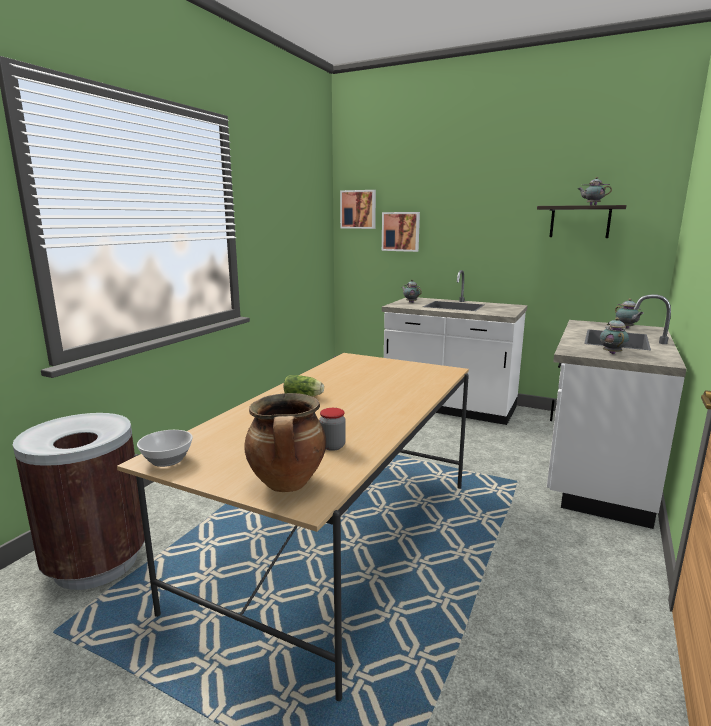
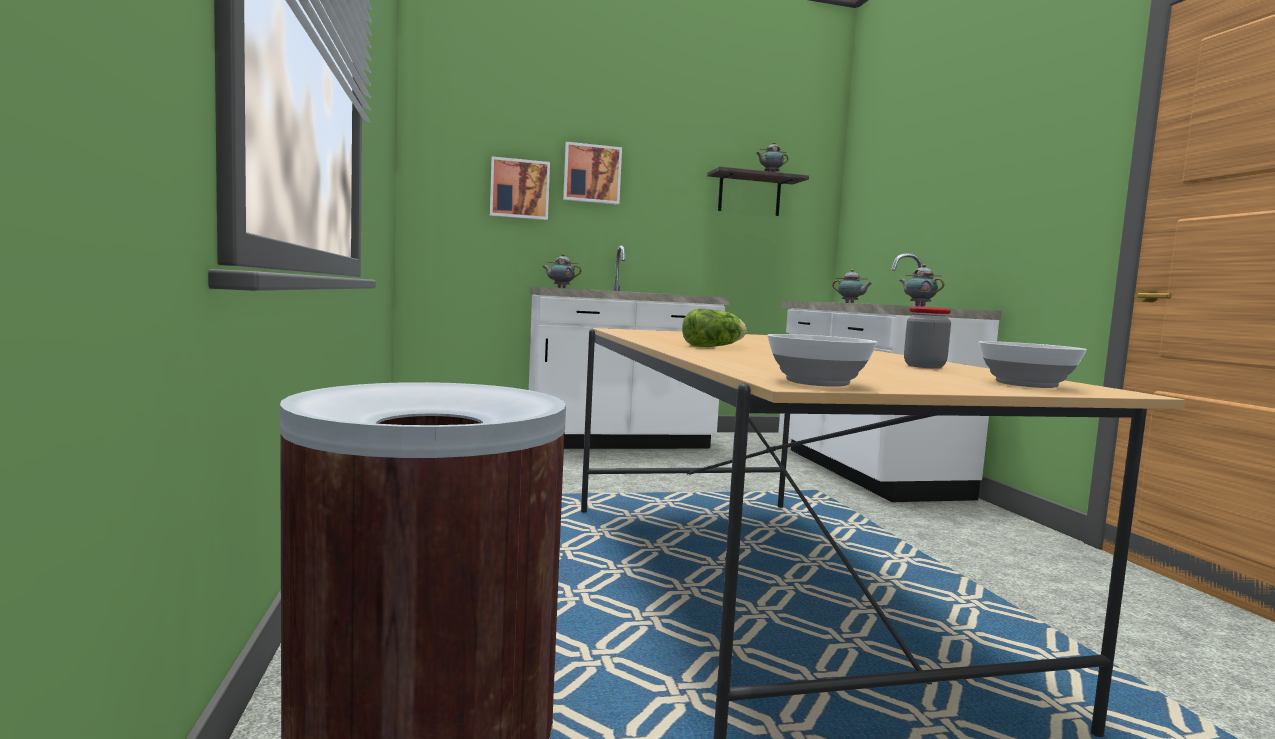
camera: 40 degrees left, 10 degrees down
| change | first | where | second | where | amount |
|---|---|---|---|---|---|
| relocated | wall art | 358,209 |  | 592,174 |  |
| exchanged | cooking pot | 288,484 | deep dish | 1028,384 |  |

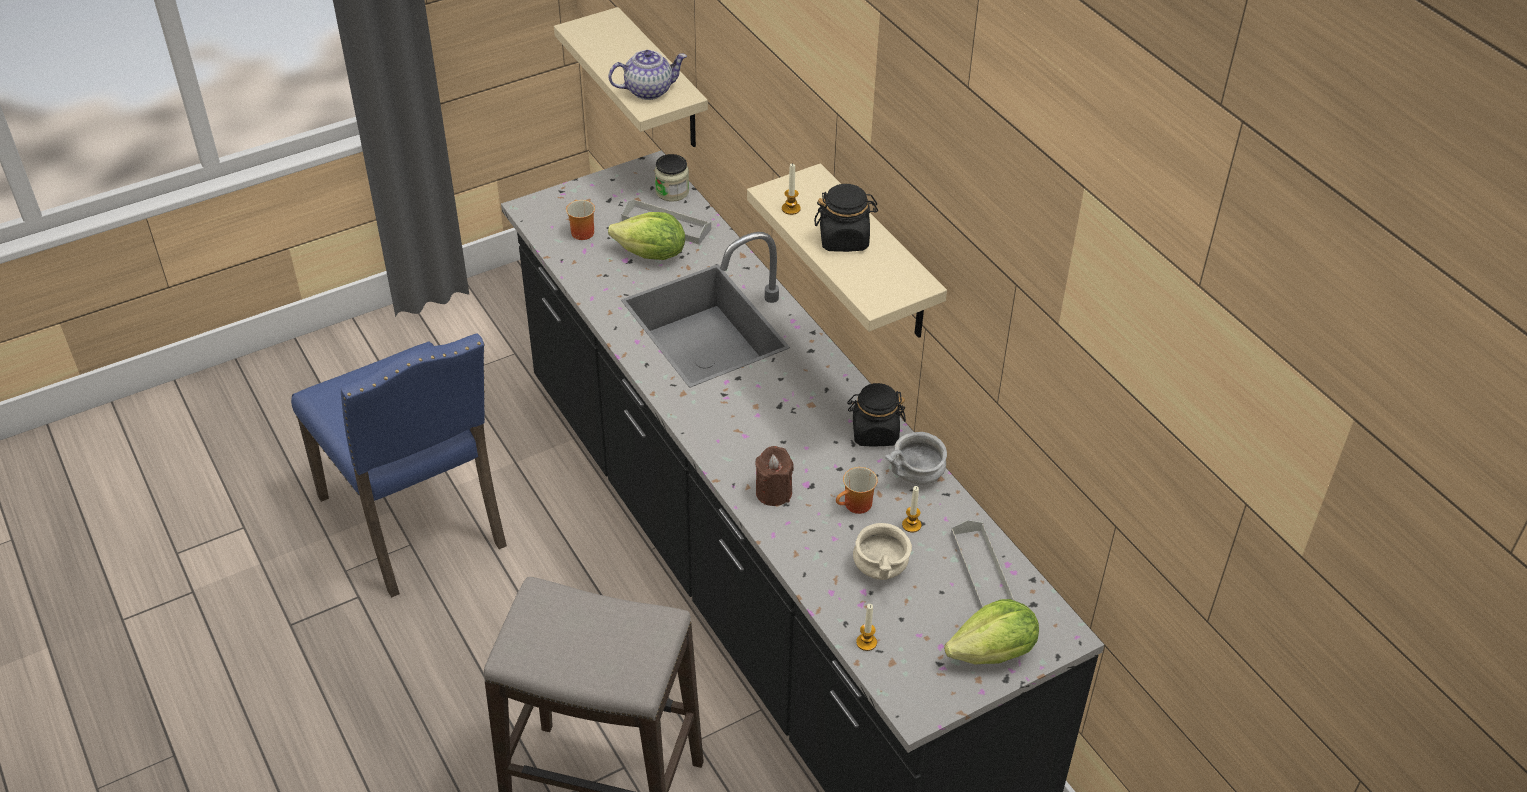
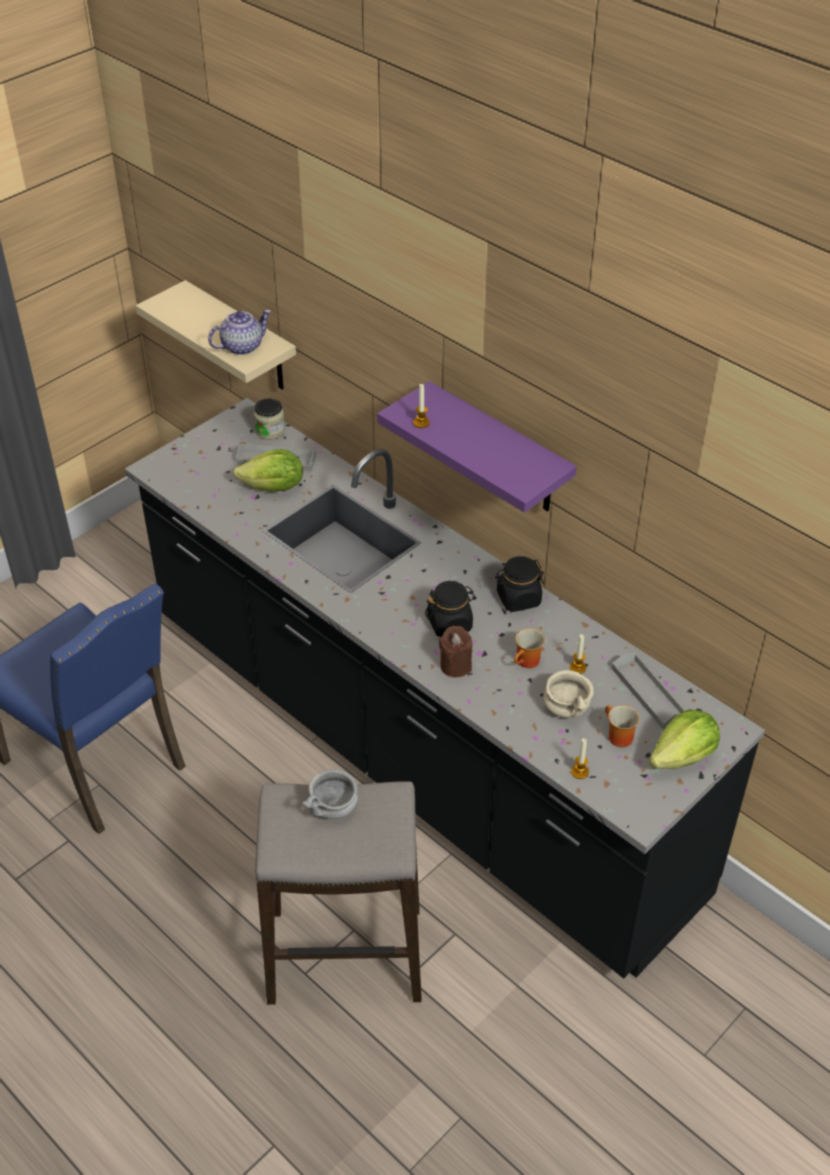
camera: 15 degrees left, 0 degrees up
| change | first | where | second | where | amount |
|---|---|---|---|---|---|
| relocated | deep dish in grey | 916,475 |  | 333,808 |  |
| colour | wall shelf in sand-coloured | 878,257 | wall shelf in purple-coloured | 498,450 |  |
| relocated | jar in black | 844,239 |  | 450,623 |  |
| relocated | mug | 580,231 |  | 617,736 |  |

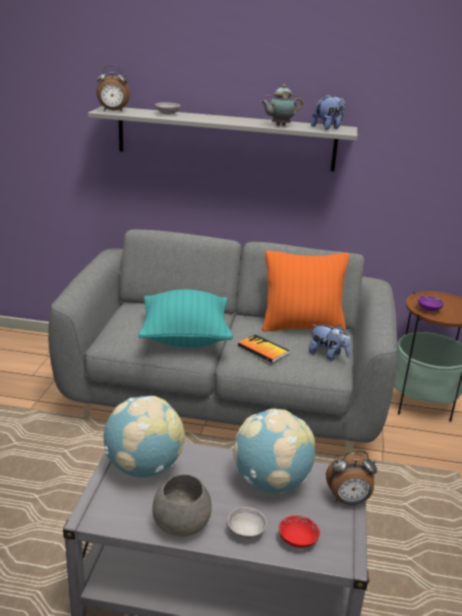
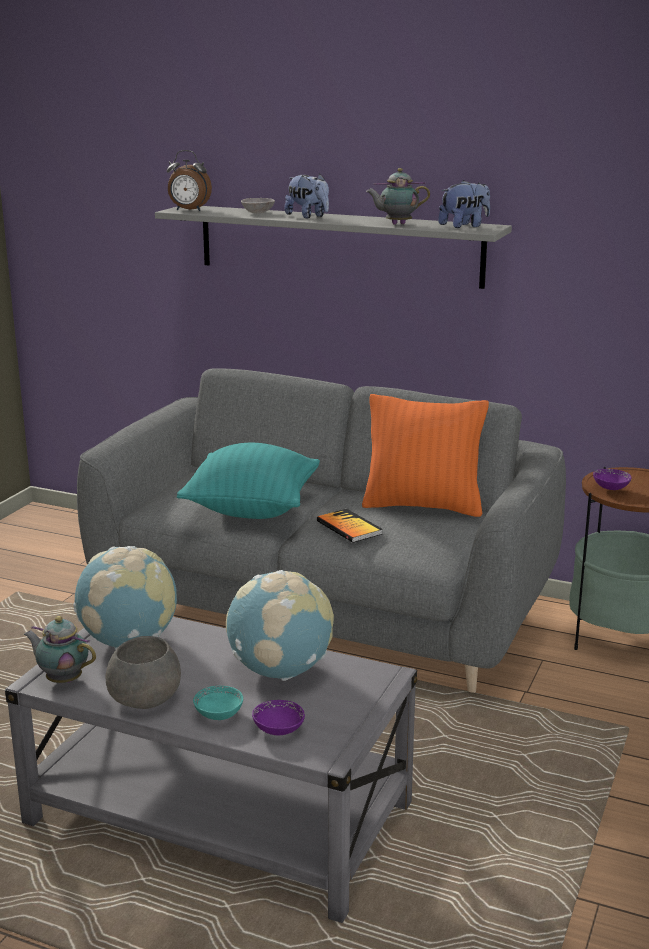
camera: 15 degrees right, 5 degrees down
| change | first | where | second | where | amount |
|---|---|---|---|---|---|
| appeared |  |  | tea pot | 62,679 |  |
| colour | deep dish in grey | 246,531 | deep dish in turquoise | 219,714 |  |
| colour | deep dish in red | 297,540 | deep dish in purple-coloured | 278,729 |  |
| relocated | plush toy | 328,355 |  | 308,216 |  |
| missing | table clock | 348,500 |  |  |  |

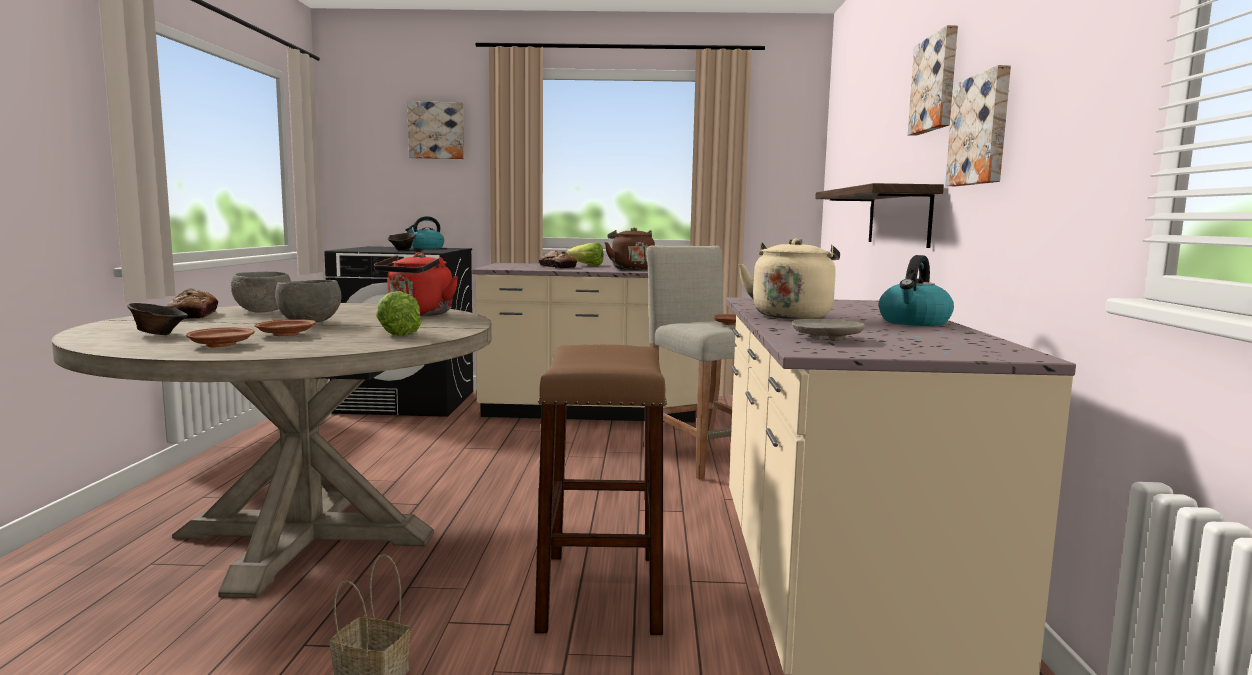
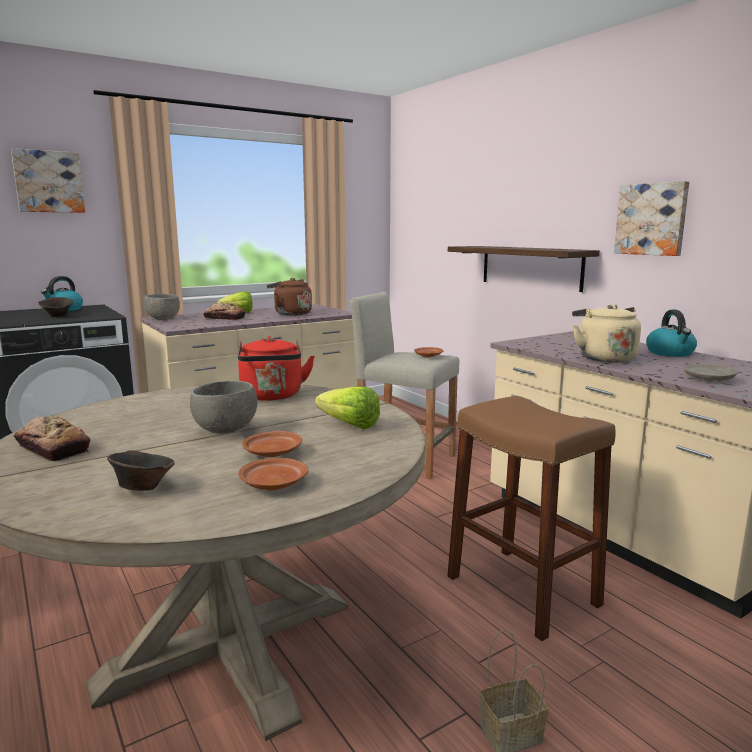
camera: 35 degrees left, 5 degrees up
| change | first | where | second | where | amount |
|---|---|---|---|---|---|
| relocated | deep dish in grey | 262,311 |  | 162,319 |  |
| missing | wall art | 936,84 |  |  |  |

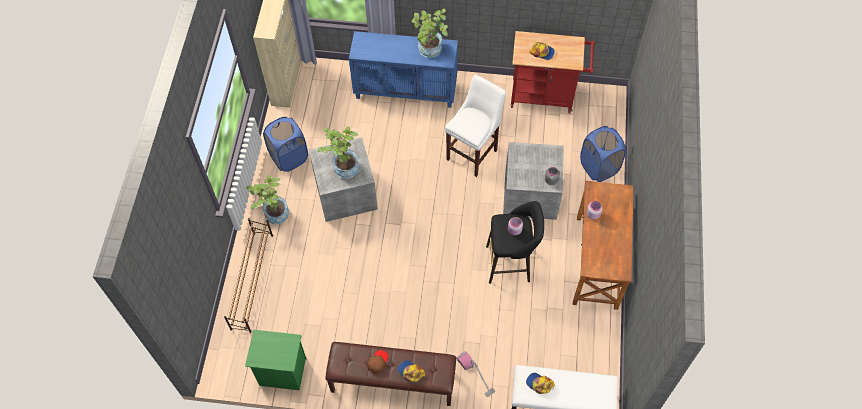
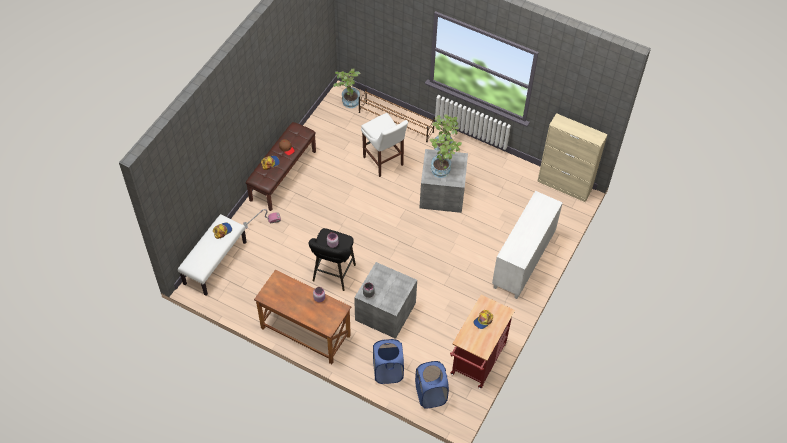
camera: 110 degrees right, 5 degrees down
| change | first | where | second | where | amount |
|---|---|---|---|---|---|
| relocated | plant in a pot | 429,52 |  | 348,100 |  |
| relocated | stool seat in white-coloured | 473,153 |  | 384,162 |  |
| relocated | washing basket in bluish | 289,157 |  | 430,394 |  |
| colour | cabinet in bluish | 406,91 | cabinet in white-coloured | 523,262 |  |
| missing | bedside table in greenish | 282,373 |  |  |  |

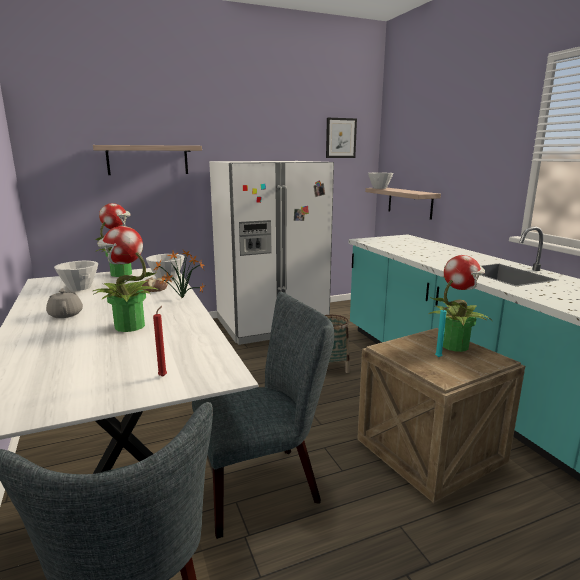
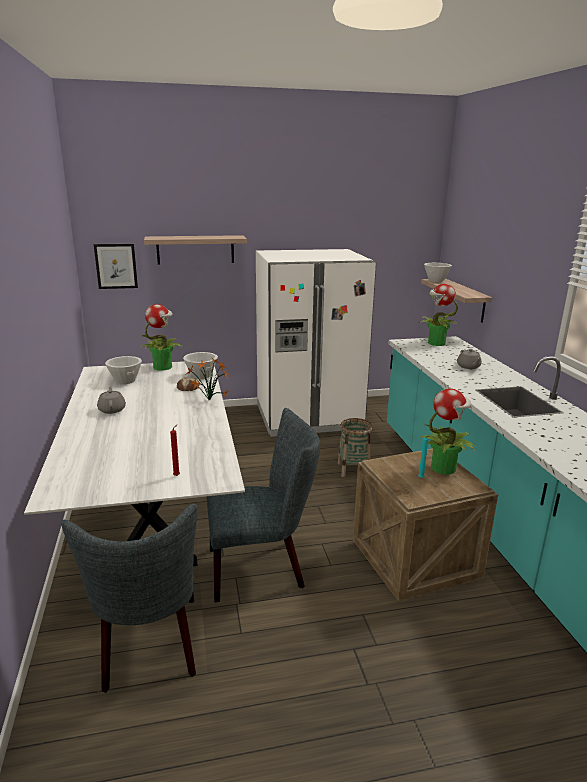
camera: 10 degrees right, 5 degrees up
| change | first | where | second | where | amount |
|---|---|---|---|---|---|
| relocated | wall art | 341,138 |  | 116,266 |  |
| relocated | plant in a pot | 128,326 |  | 435,343 |  |
| appeared |  |  | tea pot in grey | 468,367 |  |

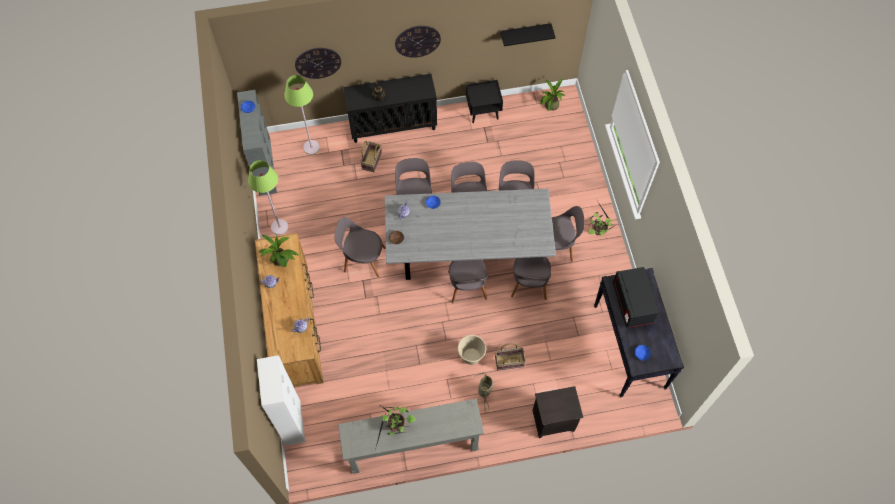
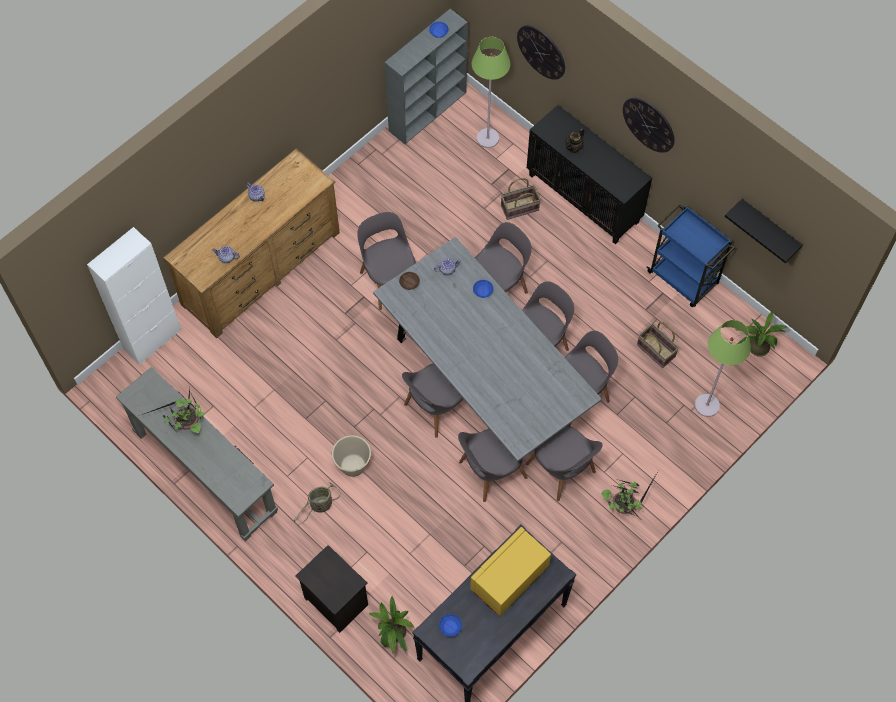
camera: 55 degrees right, 0 degrees up
| change | first | where | second | where | amount |
|---|---|---|---|---|---|
| relocated | plant in a pot | 282,261 |  | 393,634 |  |
| colour | microwave in black | 632,303 | microwave in yellow-coloured | 509,578 |  |
| relocated | storage basket | 509,361 |  | 656,350 |  |
| exchanged | bedside table in black | 483,112 | trolley in bluish | 684,279 |  |
| relocated | standing lamp in greenish | 279,227 |  | 707,405 |  |

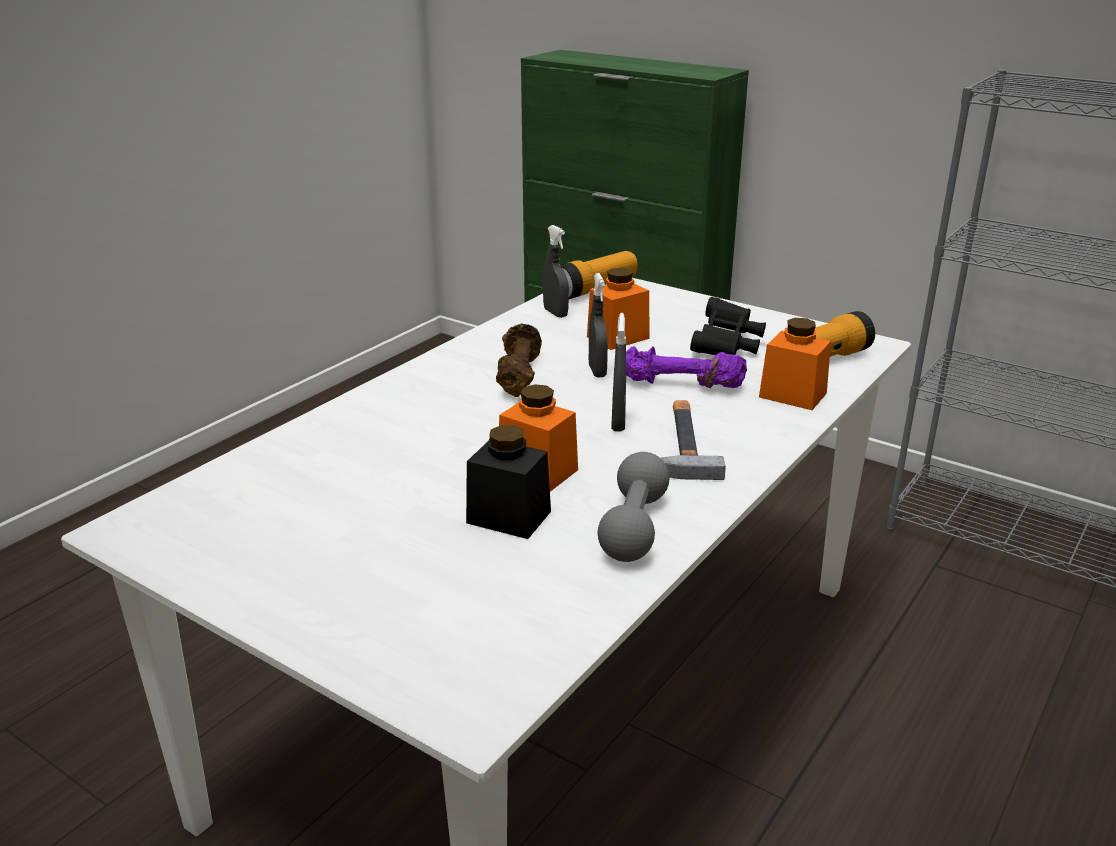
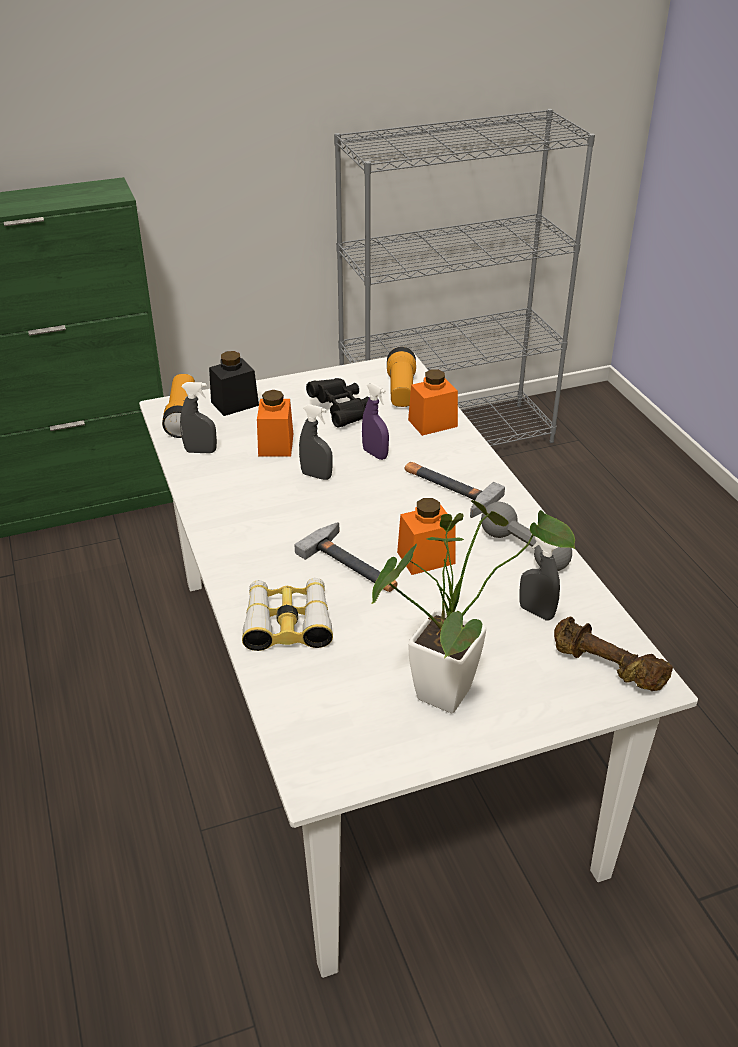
camera: 55 degrees left, 10 degrees up
| change | first | where | second | where | amount |
|---|---|---|---|---|---|
| relocated | jar in black | 509,517 |  | 235,403 |  |
| appeared |  |  | binoculars | 288,622 |  |
| appeared |  |  | hammer | 353,564 |  |
| exchanged | hand weight in purple-coloured | 681,385 | spray bottle in purple-coloured | 375,454 |  |
| appeared |  |  | plant in a pot | 450,686 |  |
| relocated | spray bottle in grey | 618,423 |  | 536,612 |  |
| relocated | hand weight in brown-coloured | 518,375 |  | 605,668 |  |

